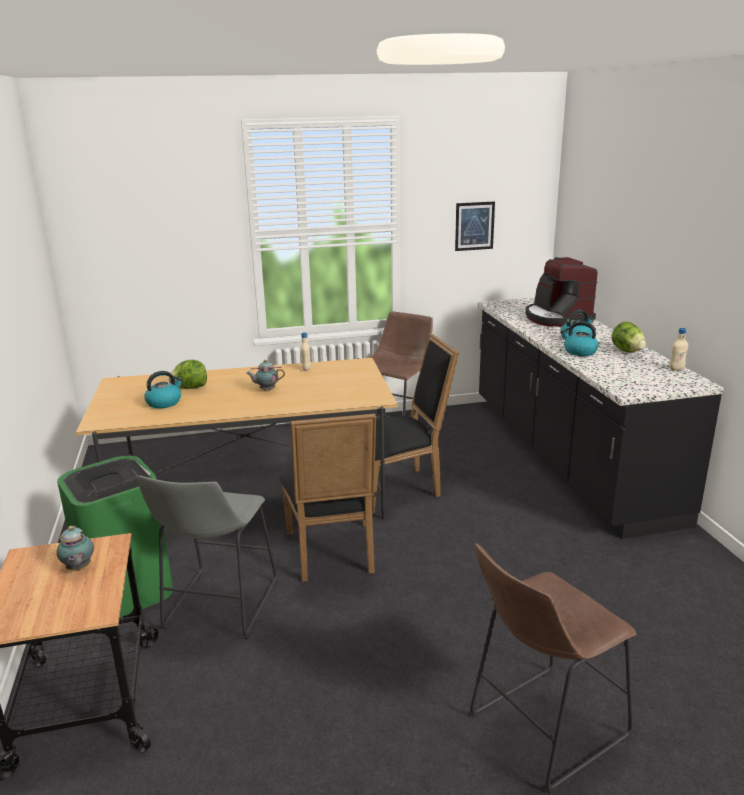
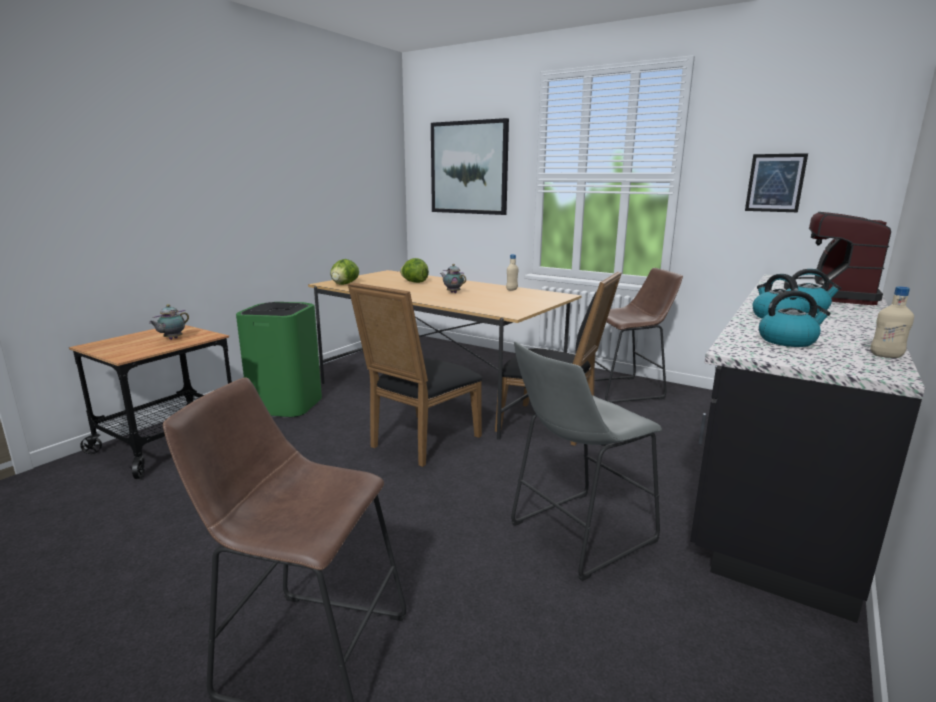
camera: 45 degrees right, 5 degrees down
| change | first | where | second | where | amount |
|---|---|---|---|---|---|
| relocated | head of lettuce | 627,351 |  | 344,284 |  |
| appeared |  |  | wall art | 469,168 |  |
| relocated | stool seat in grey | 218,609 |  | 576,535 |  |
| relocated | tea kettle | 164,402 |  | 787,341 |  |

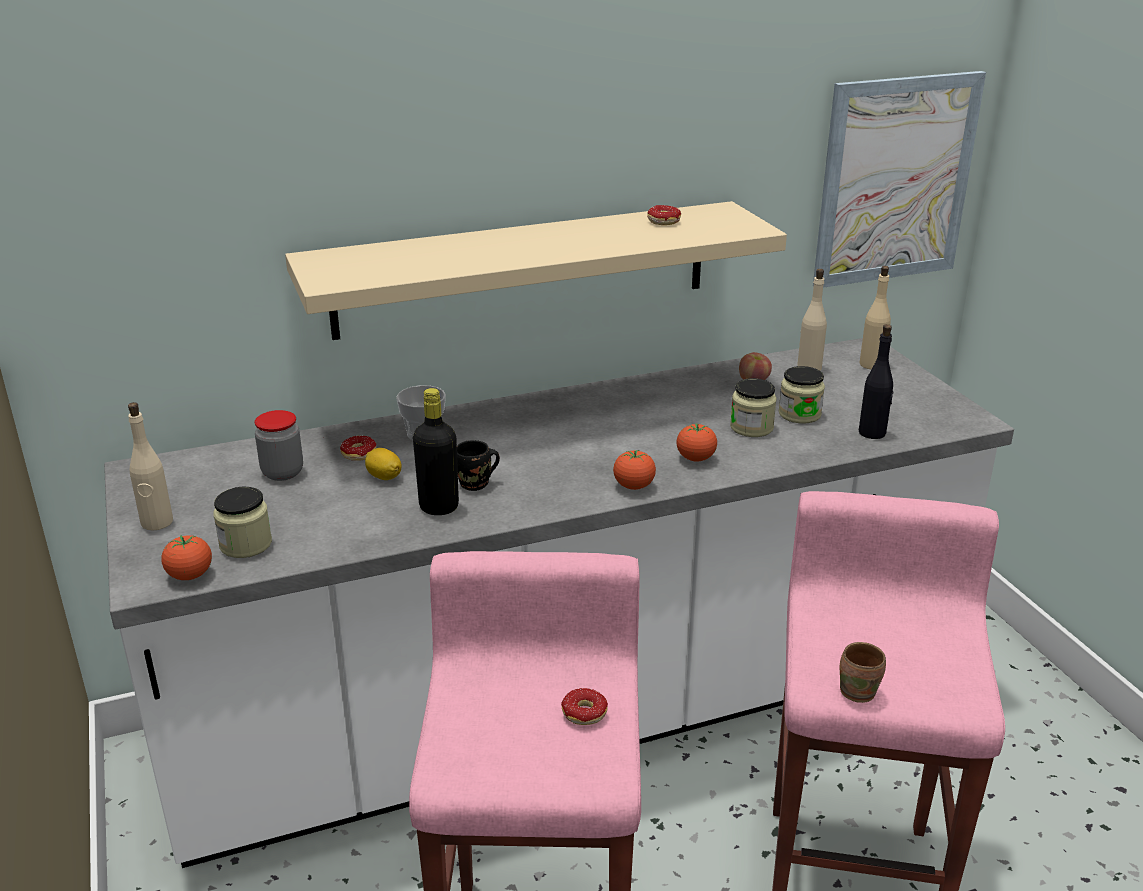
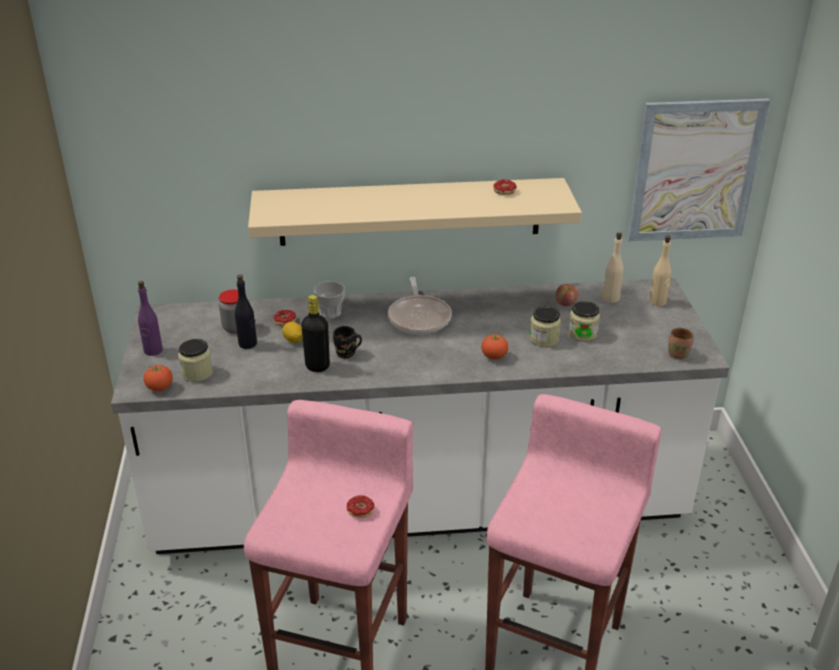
camera: 15 degrees right, 5 degrees up
| change | first | where | second | where | amount |
|---|---|---|---|---|---|
| colour | beverage bottle in sand-coloured | 157,522 | beverage bottle in purple-coloured | 153,351 |  |
| relocated | beverage bottle in black | 872,433 |  | 248,344 |  |
| appeared |  |  | frying pan | 419,317 |  |
| relocated | mug in brown-coloured | 859,691 |  | 679,354 |  |
| missing | whole tomato | 634,486 |  |  |  |

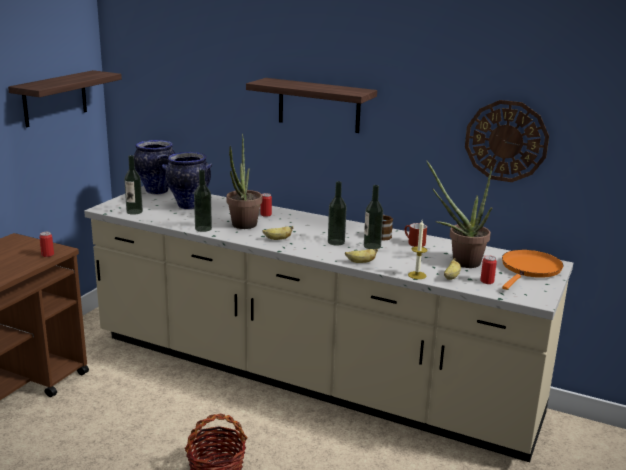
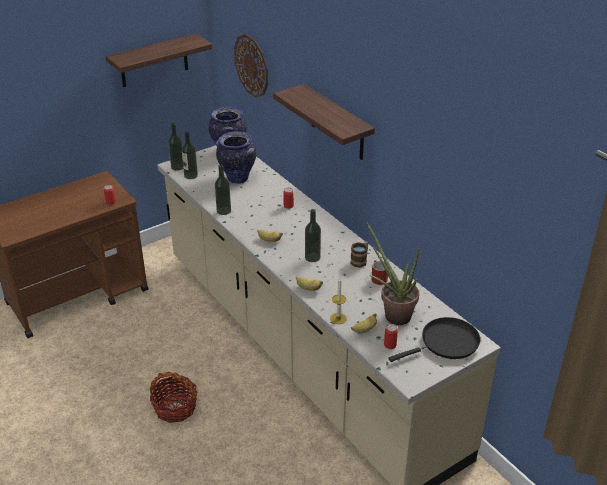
camera: 30 degrees right, 15 degrees up
| change | first | where | second | where | amount |
|---|---|---|---|---|---|
| relocated | beverage bottle | 372,246 |  | 177,167 |  |
| relocated | hanging clock | 506,141 |  | 251,65 |  |
| colour | frying pan in orange-coloured | 530,269 | frying pan in black | 446,343 |  |
| missing | plant in a pot | 242,226 |  |  |  |

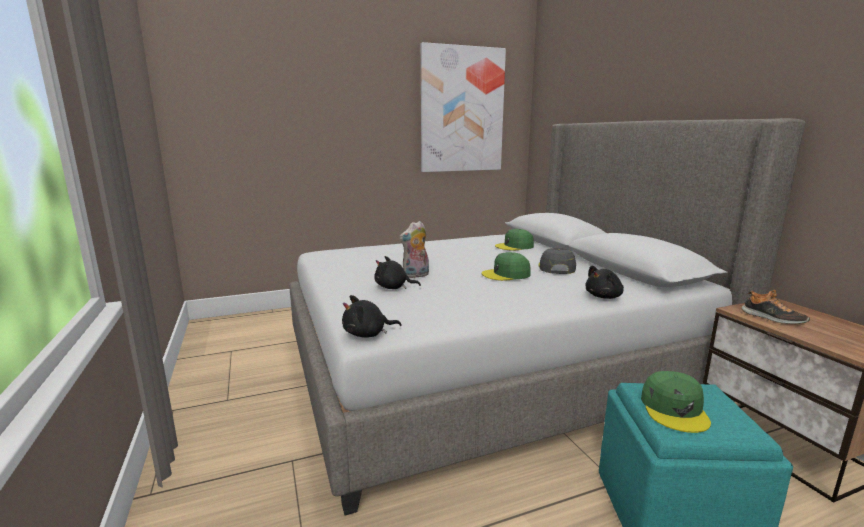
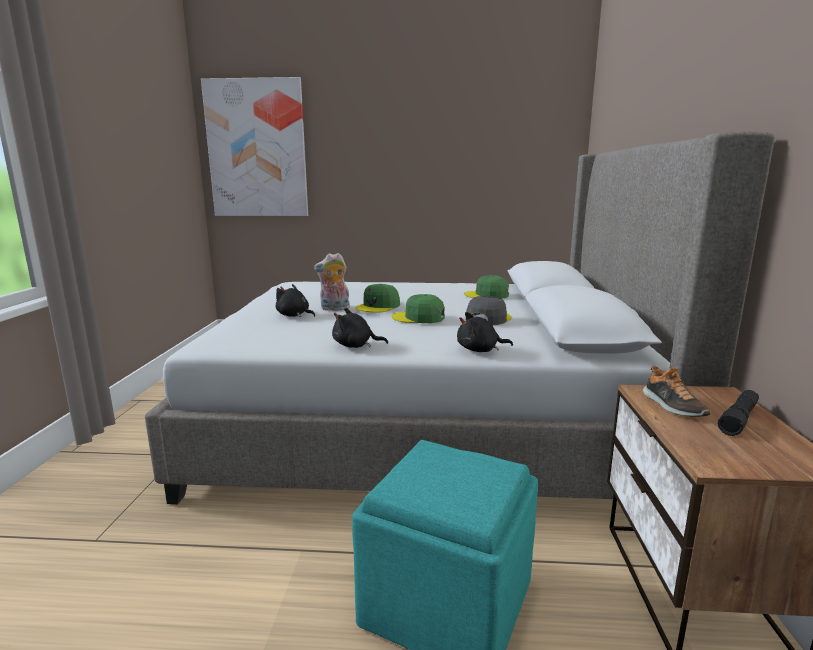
camera: 25 degrees right, 0 degrees up
| change | first | where | second | where | amount |
|---|---|---|---|---|---|
| relocated | wall art | 462,110 |  | 257,149 |  |
| relocated | plush toy in black | 367,334 |  | 355,346 |  |
| relocated | baseball cap in greenish | 674,409 |  | 378,306 |  |
| appeared |  |  | torch in black | 738,419 |  |

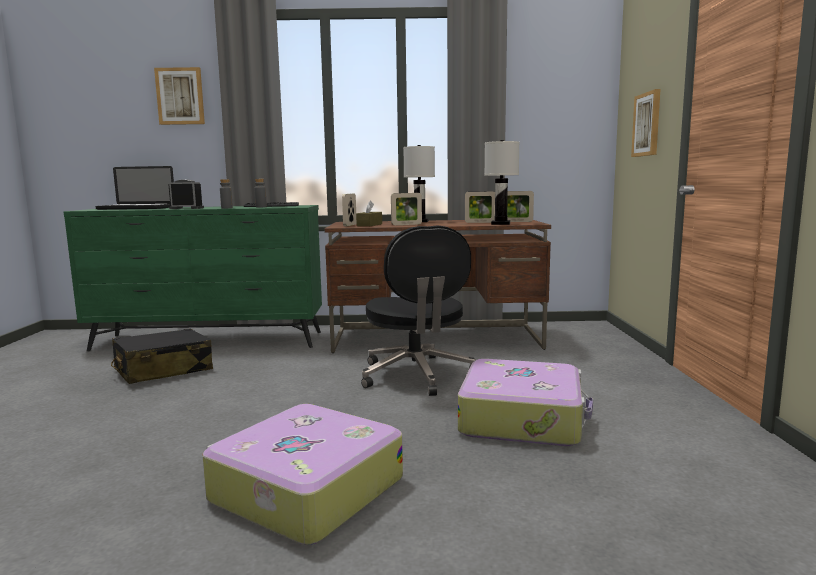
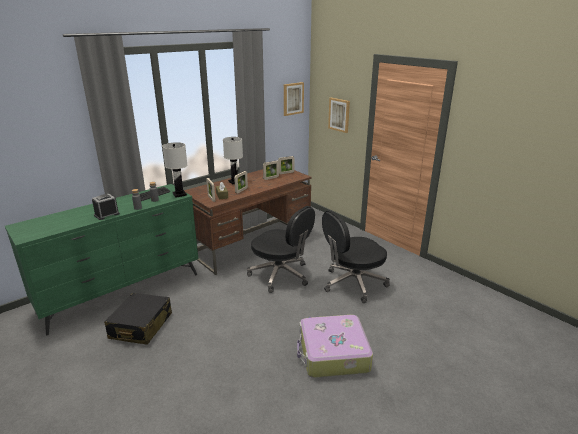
camera: 40 degrees left, 15 degrees up
| change | first | where | second | where | amount |
|---|---|---|---|---|---|
| relocated | lamp for a table in white-coloured | 501,224 |  | 179,194 |  |
| relocated | wall art | 180,96 |  | 293,98 |  |
| exchanged | suitcase | 522,418 | desk chair in black | 353,284 |  |
| missing | notebook computer | 136,208 |  |  |  |

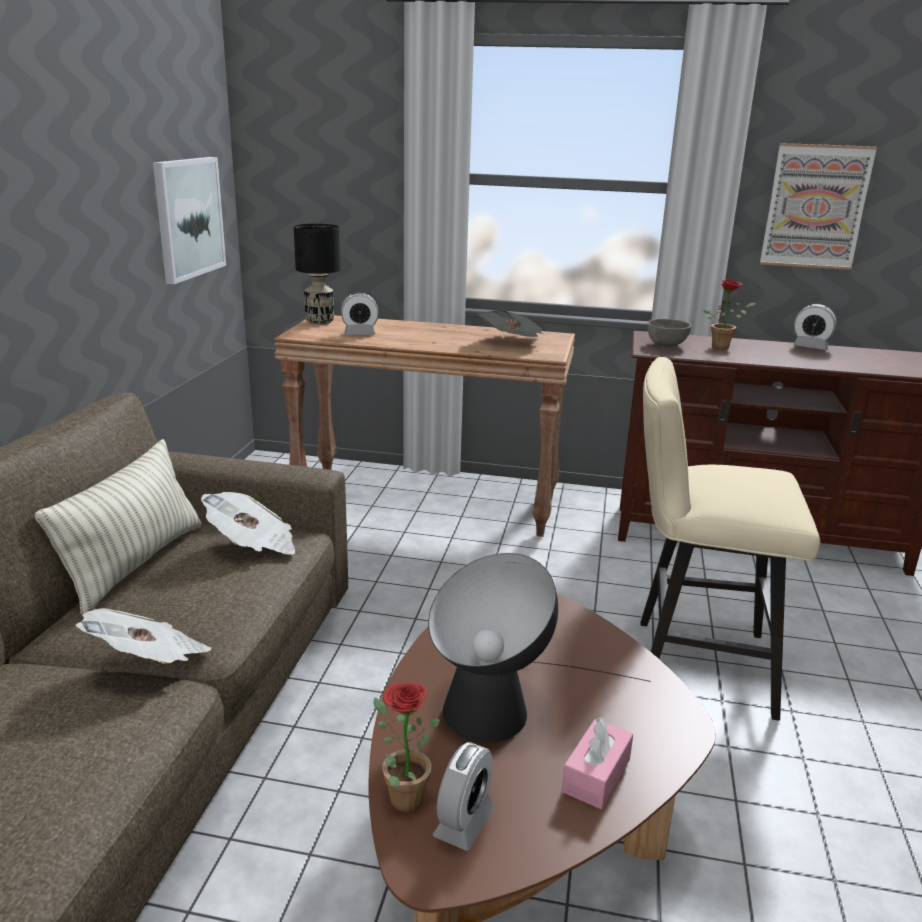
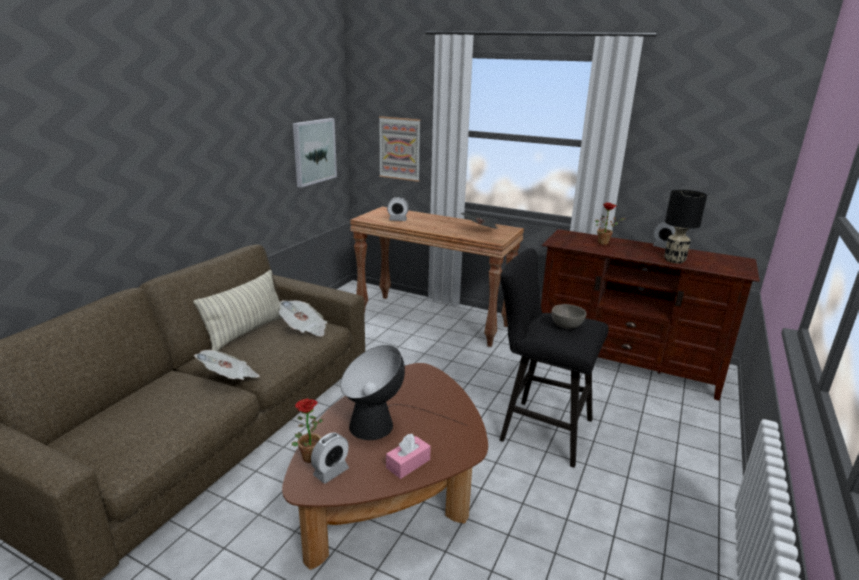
camera: 15 degrees right, 0 degrees up
| change | first | where | second | where | amount |
|---|---|---|---|---|---|
| relocated | wall art | 815,207 |  | 400,148 |  |
| colour | stool seat in sand-coloured | 691,663 | stool seat in black | 539,429 |  |
| relocated | deep dish in grey | 666,345 |  | 566,326 |  |
| relocated | lamp for a table in black | 319,322 |  | 674,260 |  |

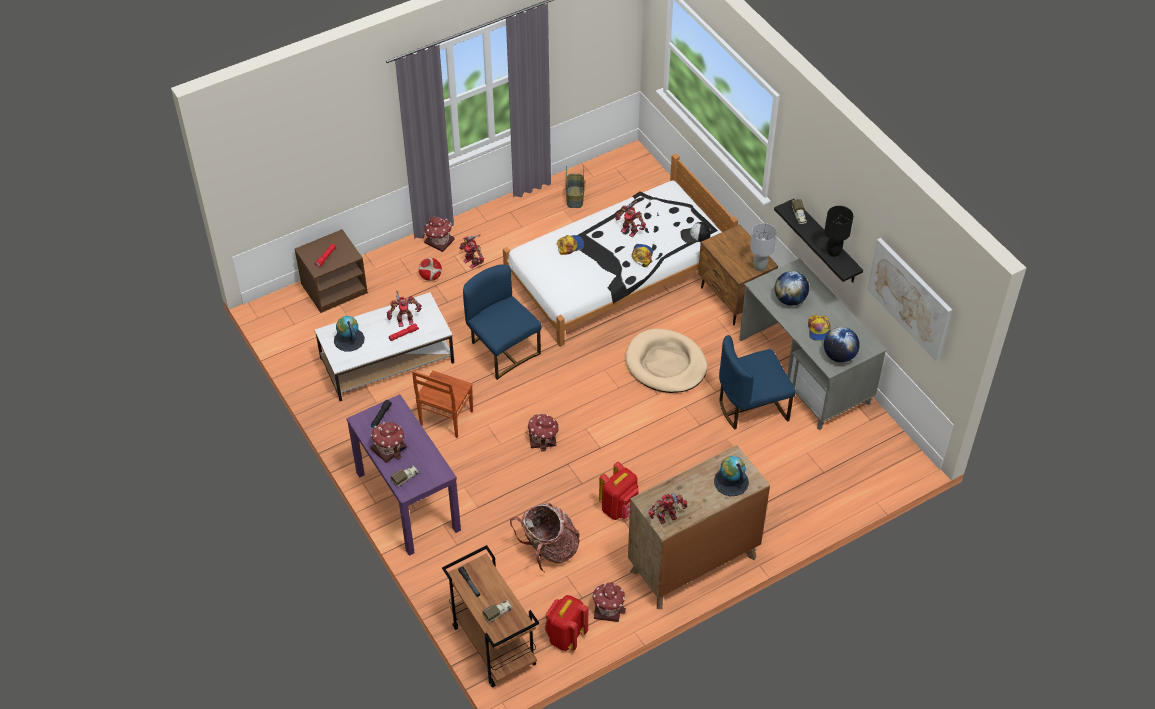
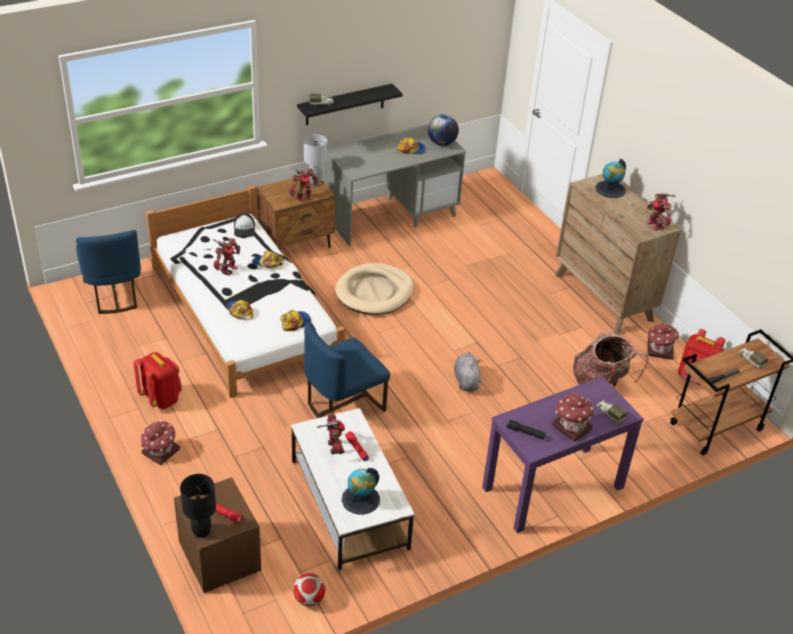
camera: 90 degrees left, 10 degrees down
| change | first | where | second | where | amount |
|---|---|---|---|---|---|
| relocated | upright chair in bluish | 751,407 |  | 114,294 |  |
| relocated | rucksack in red | 619,508 |  | 161,399 |  |
| relocated | lamp for a table in black | 833,252 |  | 202,531 |  |
| appeared |  |  | baseball cap | 295,322 |  |
| relocated | model robot | 472,261 |  | 303,197 |  |
| relocated | football ball | 431,277 |  | 309,599 |  |
| exchanged | toy house | 543,438 | plush toy in grey | 466,380 |  |
| missing | upright chair in brown-coloured | 445,418 |  |  |  |
| missing | storage basket | 574,197 |  |  |  |
| missing | globe | 790,299 |  |  |  |
| missing | wall art | 910,298 |  |  |  |

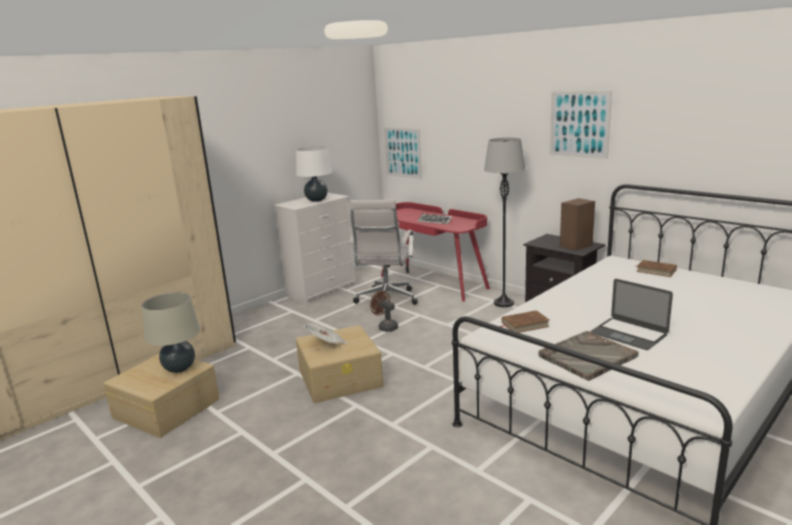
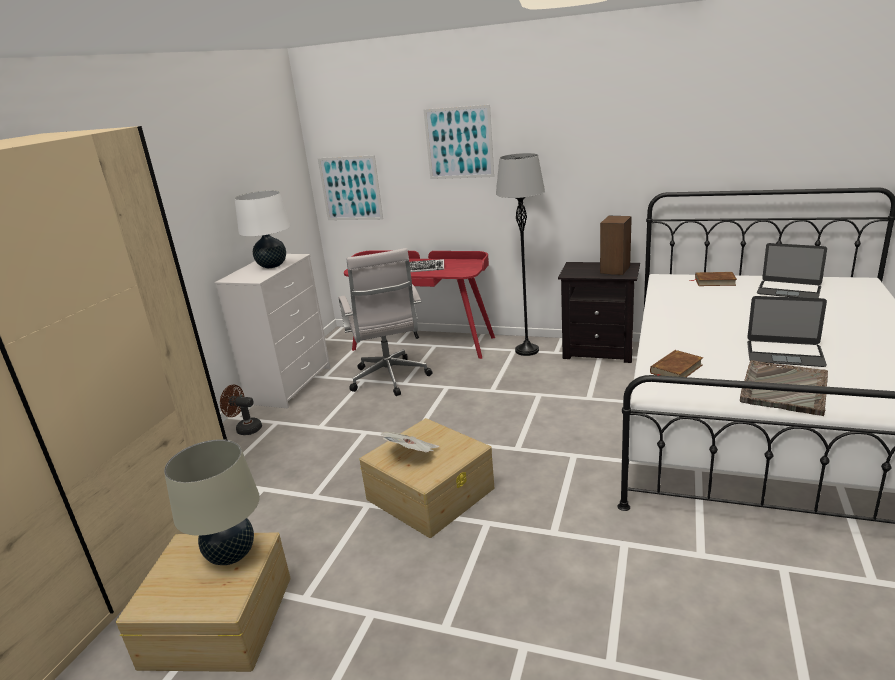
camera: 25 degrees left, 5 degrees up
| change | first | where | second | where | amount |
|---|---|---|---|---|---|
| relocated | fan in brown-coloured | 385,327 |  | 245,429 |  |
| relocated | wall art | 579,124 |  | 459,143 |  |
| appeared |  |  | notebook computer | 788,290 |  |

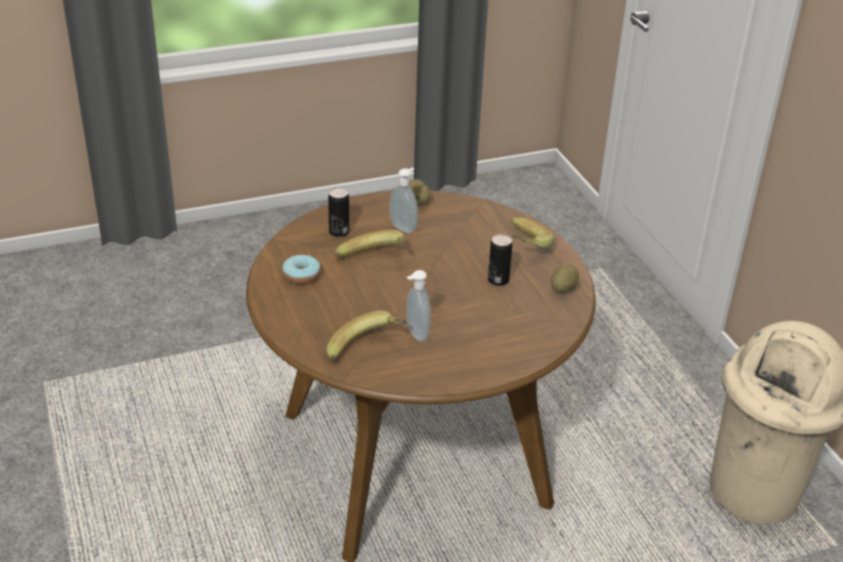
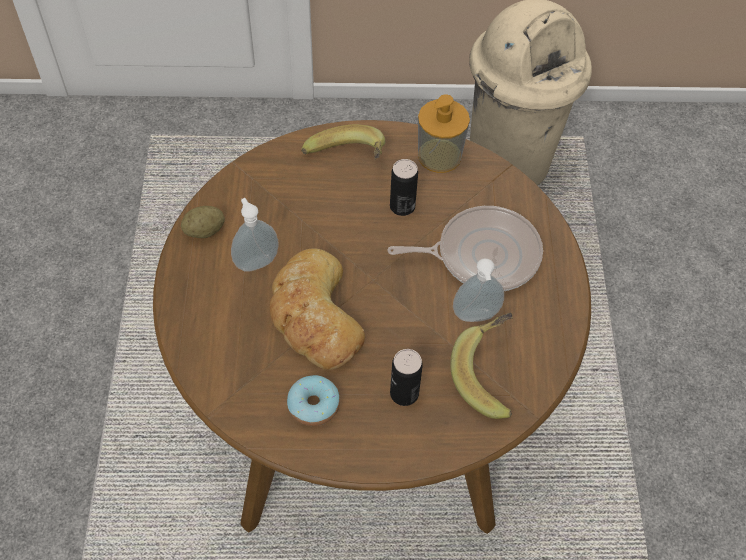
camera: 70 degrees left, 20 degrees up
| change | first | where | second | where | amount |
|---|---|---|---|---|---|
| exchanged | banana fruit | 374,261 | baked bread | 314,315 |  |
| appeared |  |  | frying pan | 482,255 |  |
| relocated | metal can | 339,232 |  | 404,393 |  |
| exchanged | potato | 563,289 | liquid soap bottle | 439,156 |  |

